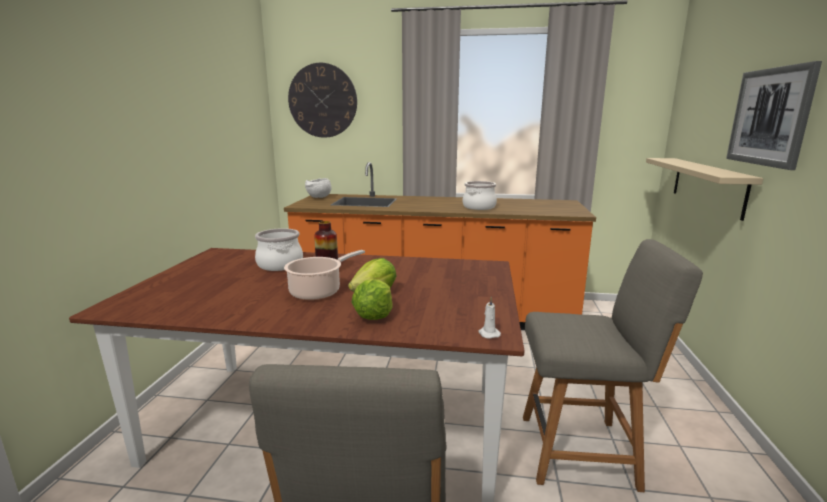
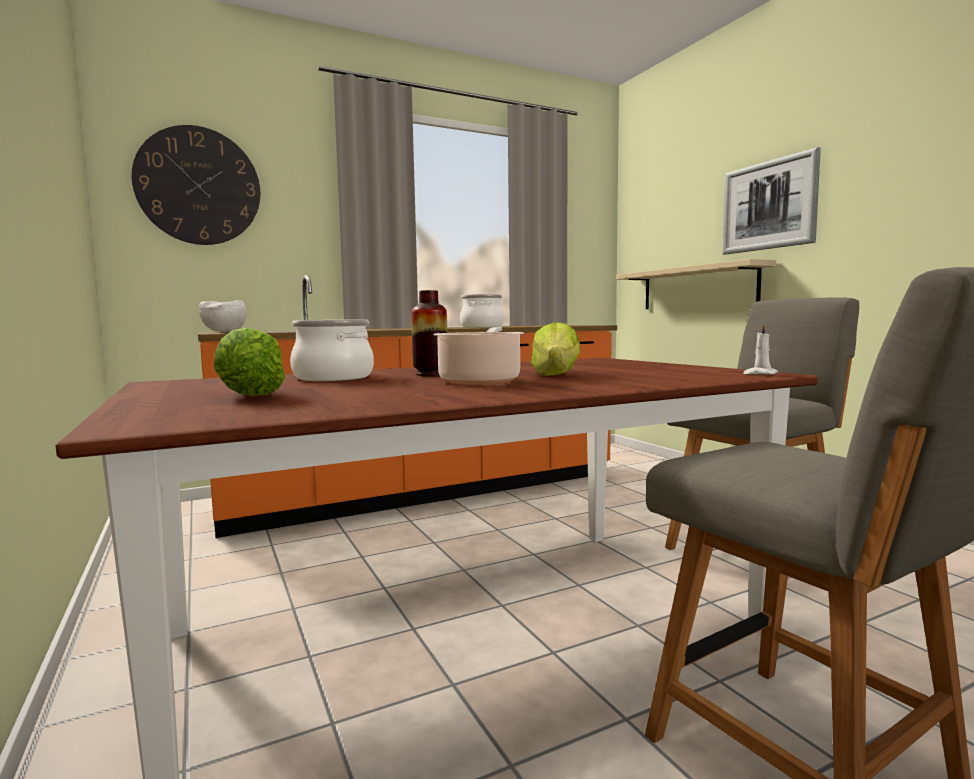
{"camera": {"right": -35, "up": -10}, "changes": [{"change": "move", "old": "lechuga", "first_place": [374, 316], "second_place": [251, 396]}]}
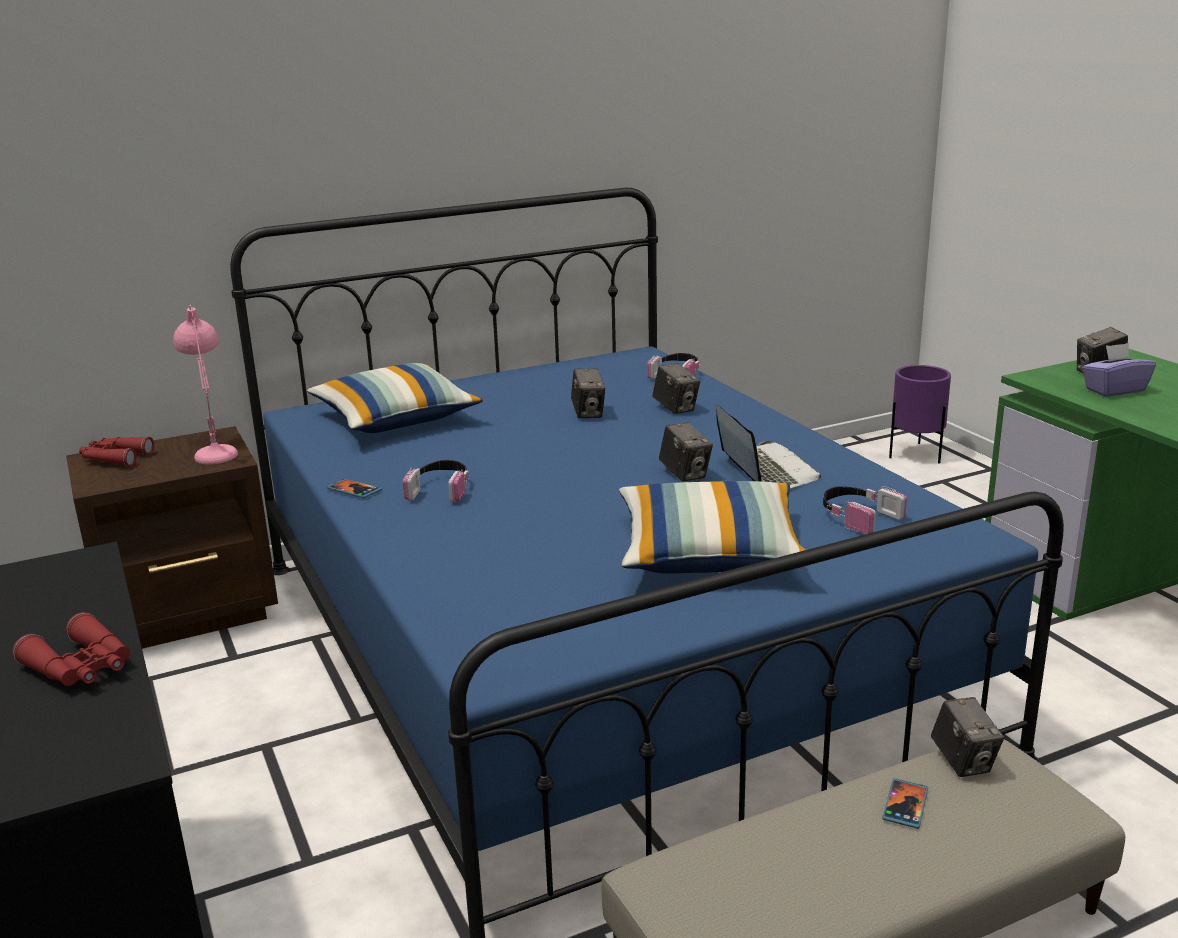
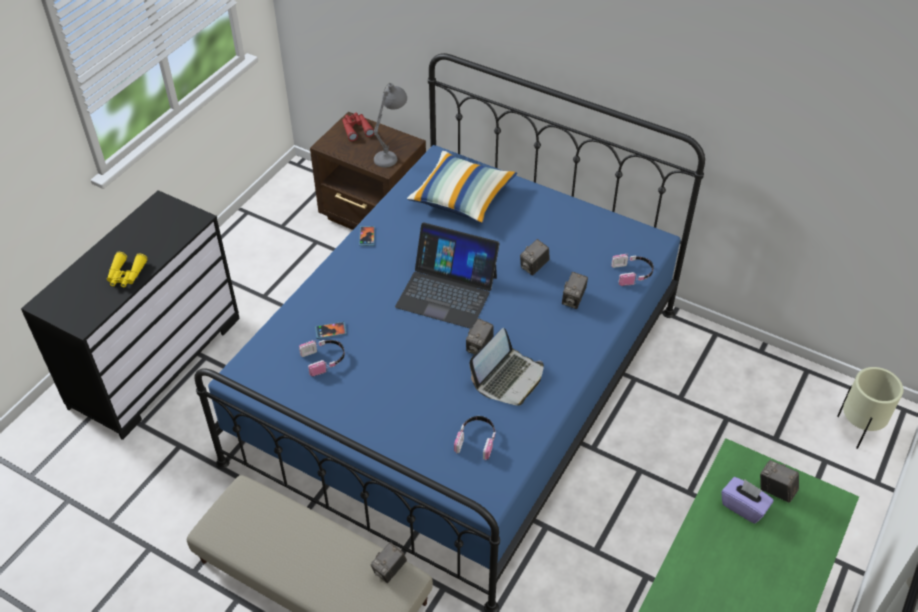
{"camera": {"right": 55, "up": 25}, "changes": [{"change": "recolor", "old": "lámpara de mesa (rosa)", "new": "lámpara de mesa (gris)", "first_place": [215, 450], "second_place": [392, 154]}, {"change": "recolor", "old": "maceta (morado)", "new": "maceta (beis)", "first_place": [915, 455], "second_place": [857, 429]}, {"change": "move", "old": "auriculares", "first_place": [440, 490], "second_place": [324, 359]}, {"change": "delete", "old": "cojín", "first_place": [711, 553]}, {"change": "recolor", "old": "prismáticos (rojo)", "new": "prismáticos (amarillo)", "first_place": [82, 668], "second_place": [126, 275]}, {"change": "move", "old": "móvil", "first_place": [905, 805], "second_place": [331, 331]}, {"change": "insert", "new": "portátil", "second_place": [447, 291]}]}
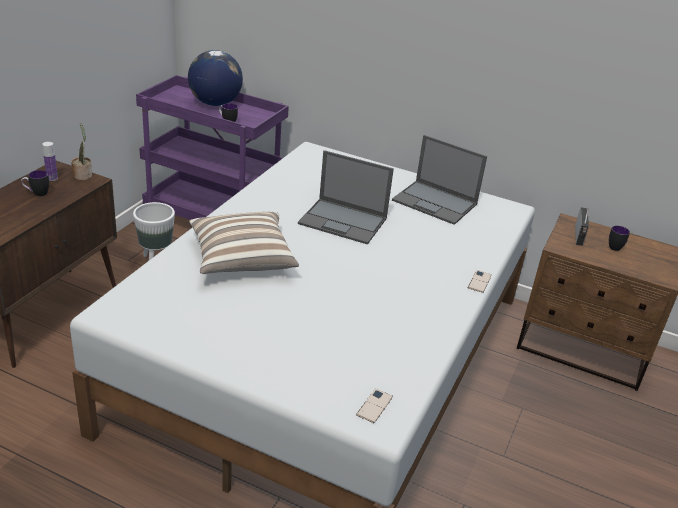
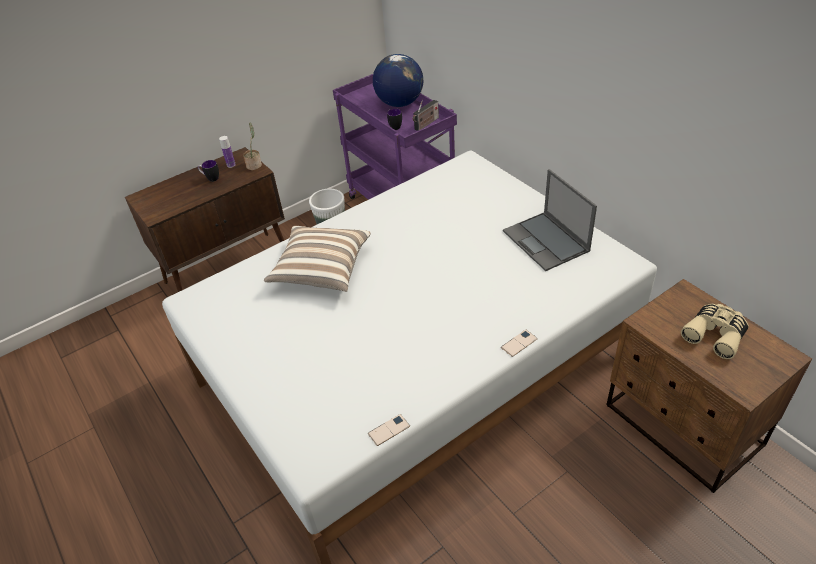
{"camera": {"right": 35, "up": 10}, "changes": [{"change": "delete", "old": "portátil", "first_place": [344, 221]}, {"change": "move", "old": "radio", "first_place": [579, 237], "second_place": [426, 124]}, {"change": "replace", "old": "taza grande", "new": "prismáticos (beis)", "first_place": [614, 246], "second_place": [715, 334]}, {"change": "move", "old": "móvil", "first_place": [374, 406], "second_place": [389, 430]}]}
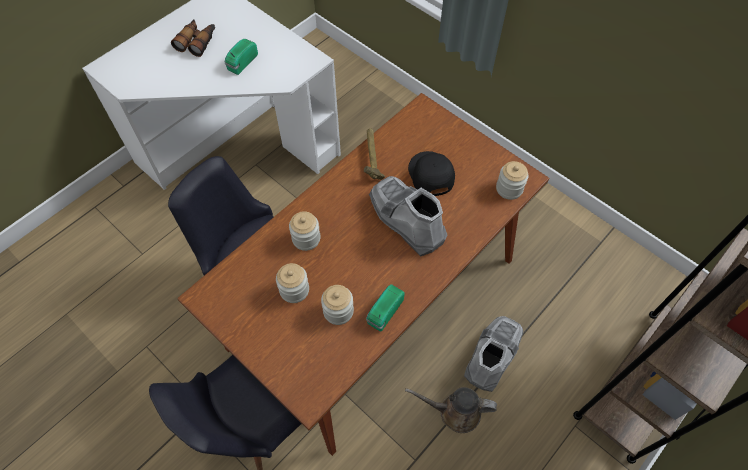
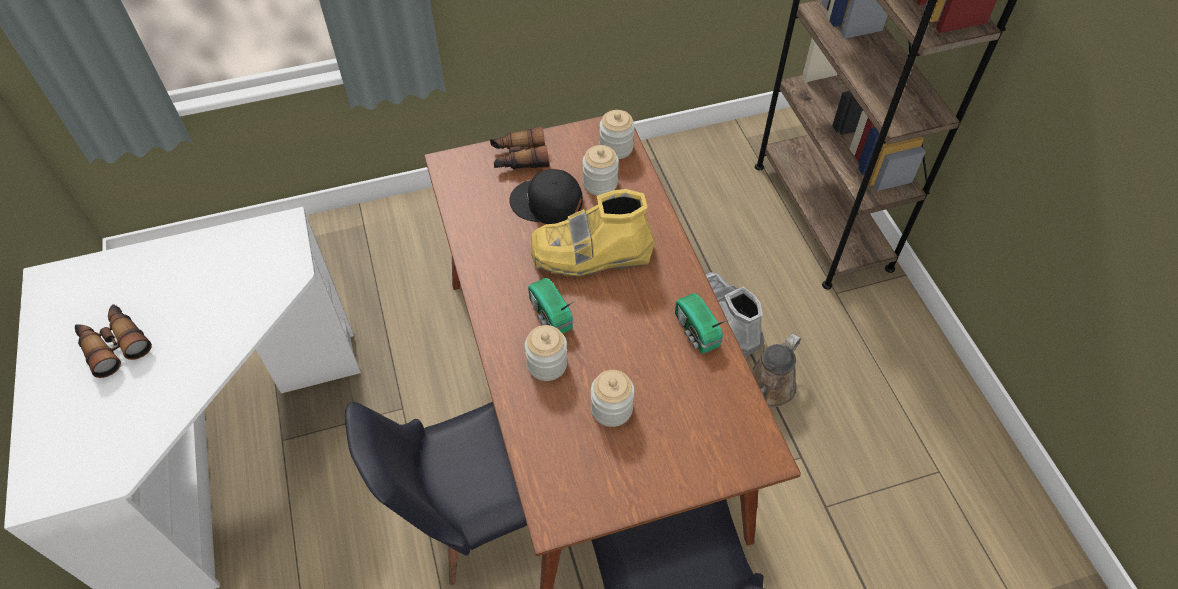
{"camera": {"right": -60, "up": -5}, "changes": [{"change": "move", "old": "radio", "first_place": [241, 63], "second_place": [550, 316]}, {"change": "delete", "old": "martillo", "first_place": [372, 159]}, {"change": "recolor", "old": "bota (gris)", "new": "bota (amarillo)", "first_place": [406, 220], "second_place": [591, 254]}, {"change": "move", "old": "tarro", "first_place": [338, 311], "second_place": [600, 183]}, {"change": "insert", "new": "prismáticos", "second_place": [519, 157]}]}
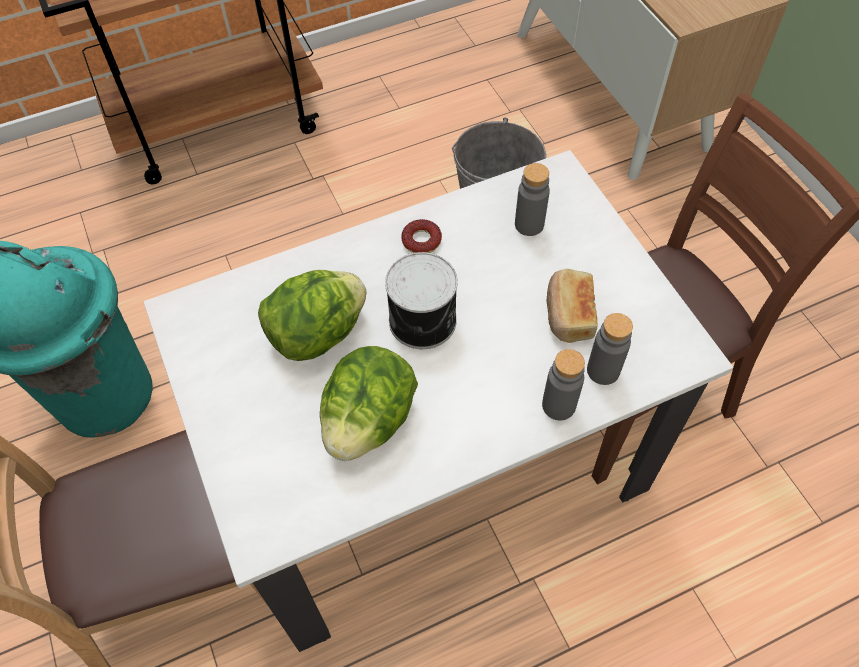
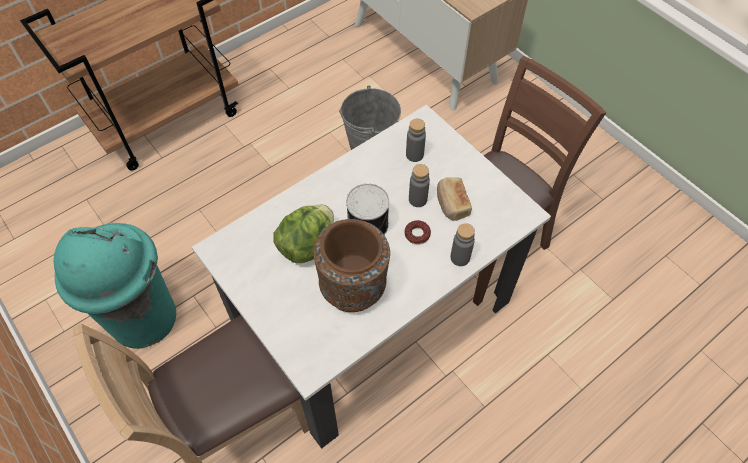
{"camera": {"right": -15, "up": 0}, "changes": [{"change": "move", "old": "rosquilla", "first_place": [421, 240], "second_place": [417, 234]}, {"change": "move", "old": "botella (gris)", "first_place": [603, 370], "second_place": [417, 199]}, {"change": "replace", "old": "lechuga", "new": "florero (marrón)", "first_place": [369, 420], "second_place": [353, 289]}]}
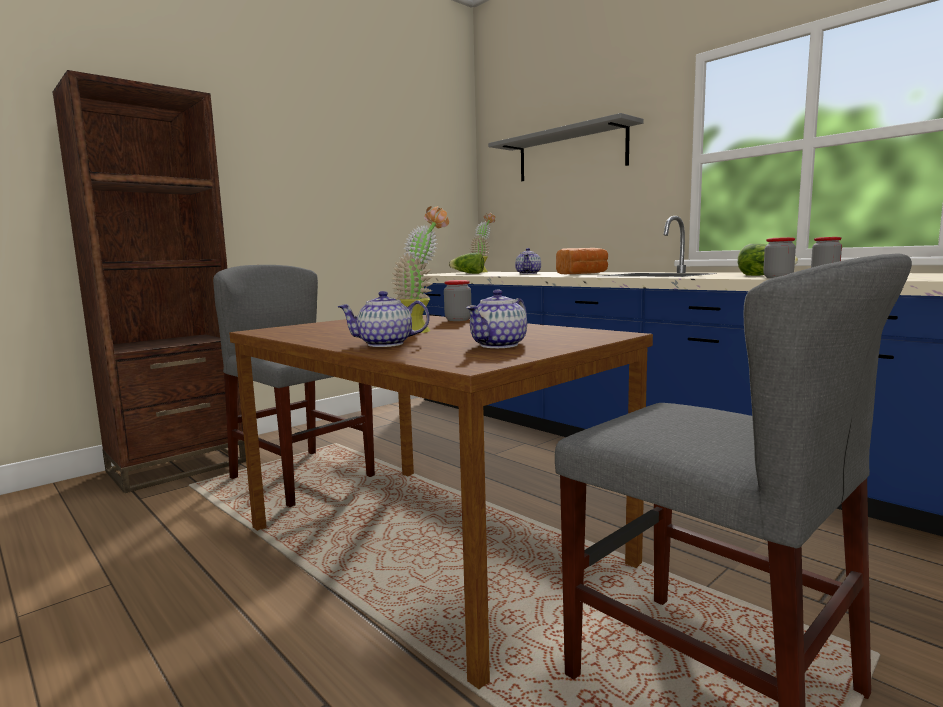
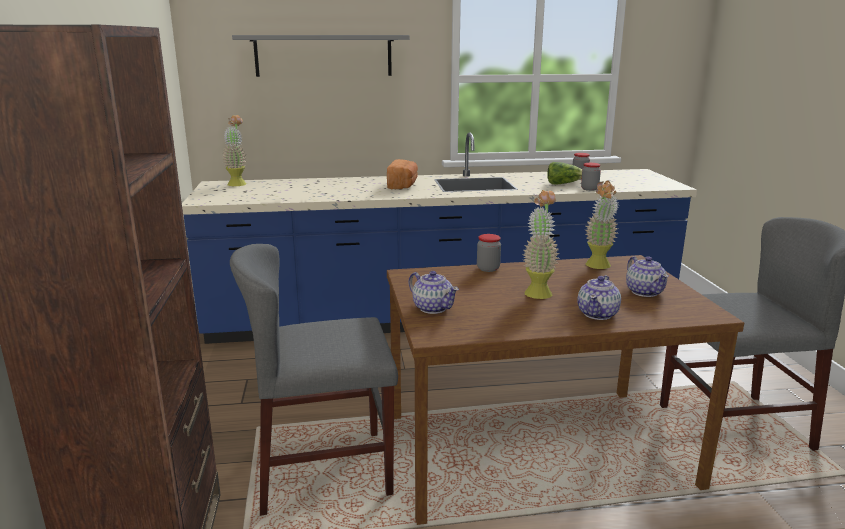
{"camera": {"right": -55, "up": 10}, "changes": [{"change": "move", "old": "tetera", "first_place": [528, 273], "second_place": [433, 308]}, {"change": "delete", "old": "lechuga", "first_place": [468, 273]}, {"change": "insert", "new": "planta en maceta", "second_place": [598, 267]}]}
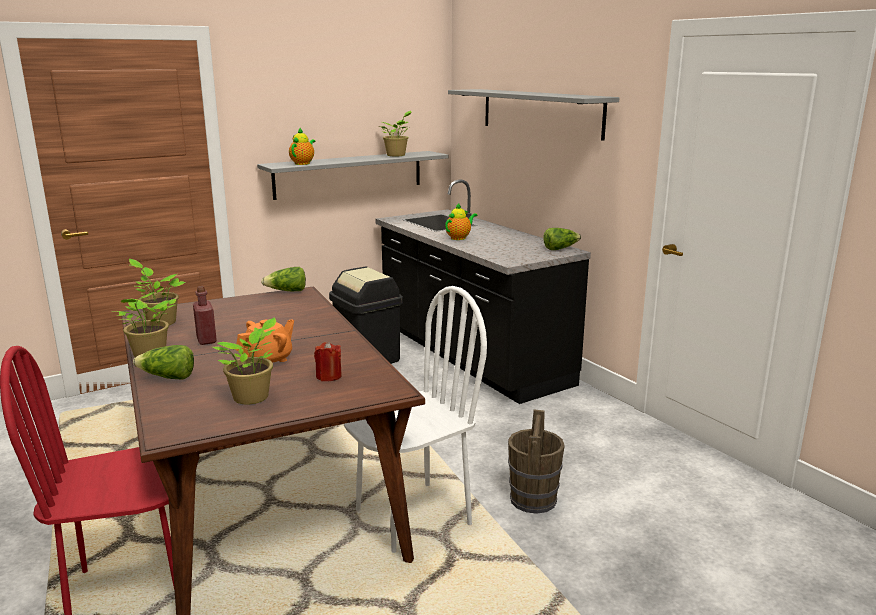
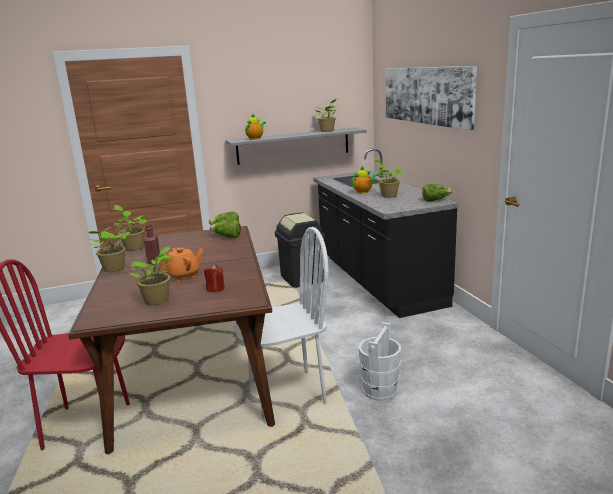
{"camera": {"right": 15, "up": 0}, "changes": [{"change": "replace", "old": "estante (gris)", "new": "cuadro", "first_place": [540, 112], "second_place": [426, 95]}, {"change": "move", "old": "lechuga", "first_place": [167, 377], "second_place": [227, 237]}, {"change": "recolor", "old": "cubo (marrón)", "new": "cubo (blanco)", "first_place": [533, 500], "second_place": [380, 390]}, {"change": "insert", "new": "planta en maceta", "second_place": [387, 195]}]}
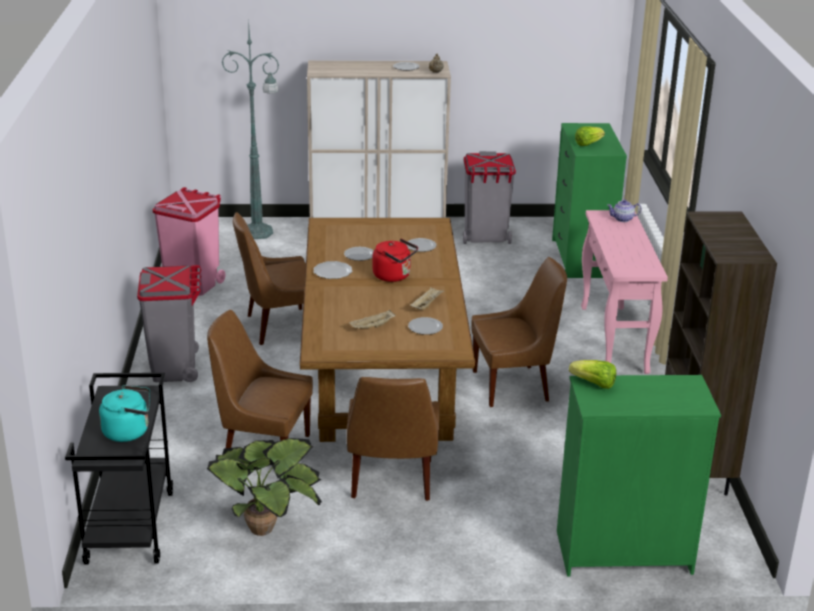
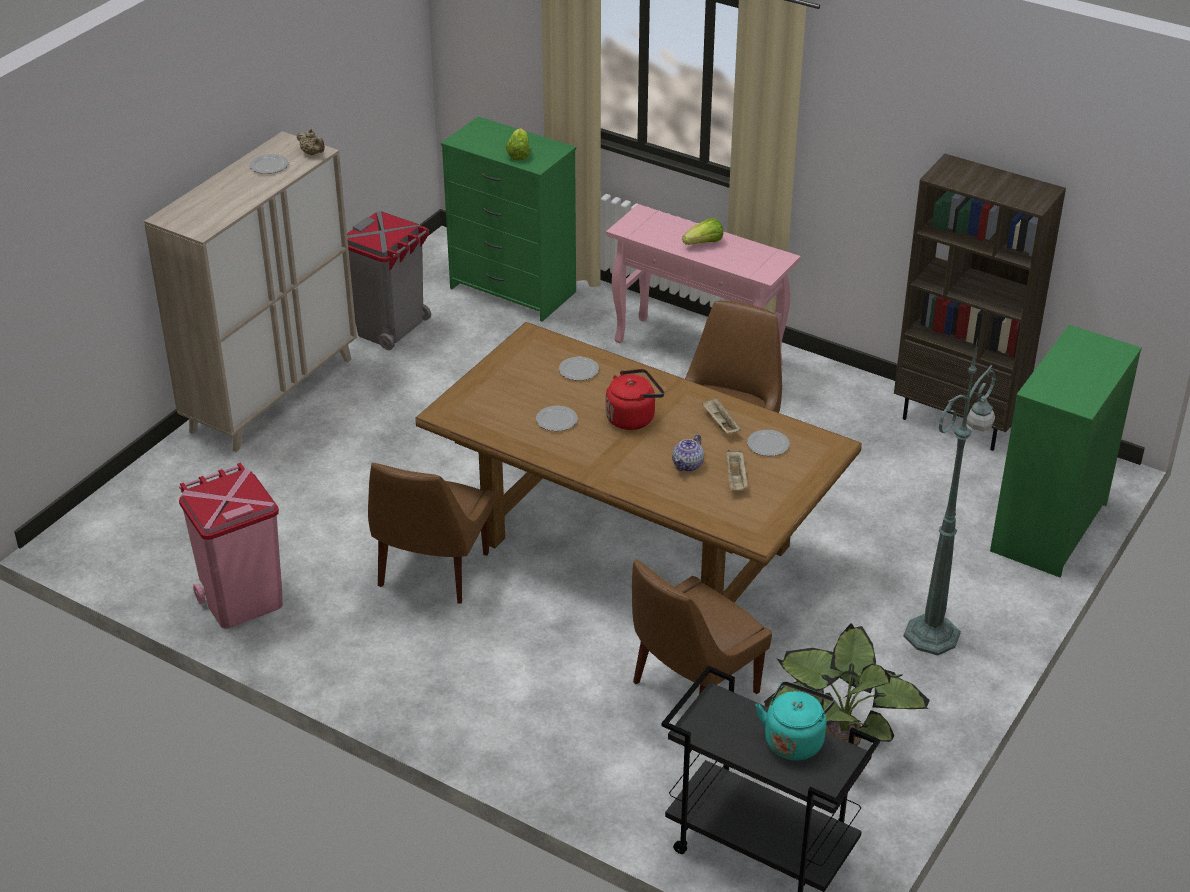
{"camera": {"right": -55, "up": 10}, "changes": [{"change": "move", "old": "lámpara de pie (verde)", "first_place": [259, 232], "second_place": [933, 633]}, {"change": "move", "old": "tetera", "first_place": [623, 219], "second_place": [688, 465]}, {"change": "delete", "old": "plato", "first_place": [332, 272]}, {"change": "delete", "old": "papelera (gris)", "first_place": [175, 368]}, {"change": "move", "old": "lechuga", "first_place": [594, 384], "second_place": [704, 243]}, {"change": "delete", "old": "silla (marrón)", "first_place": [391, 481]}]}
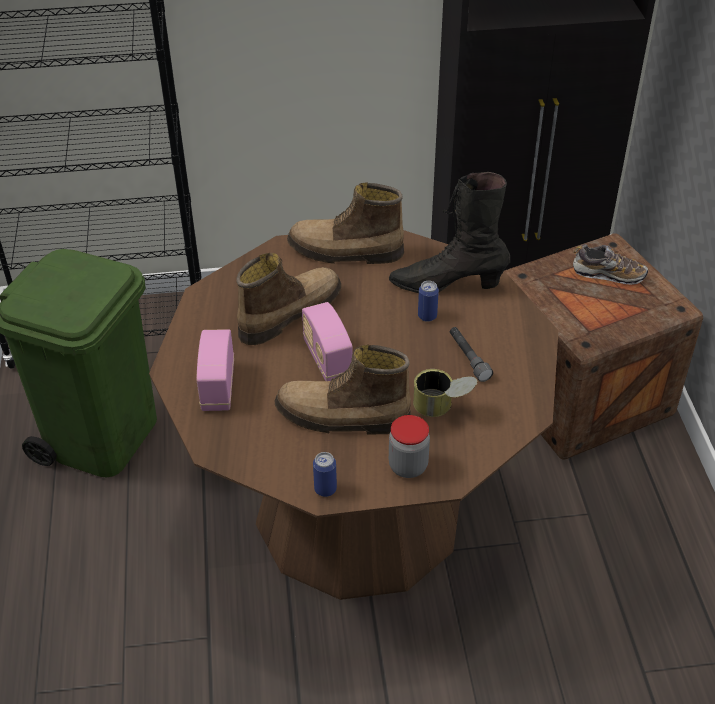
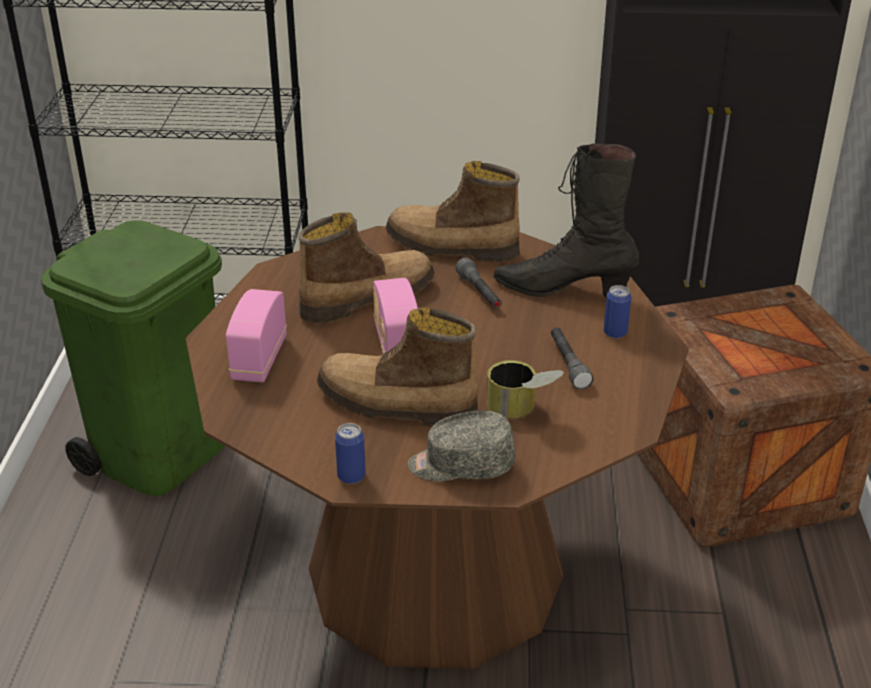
{"camera": {"right": 10, "up": -10}, "changes": [{"change": "delete", "old": "zapato", "first_place": [608, 274]}, {"change": "move", "old": "lata", "first_place": [427, 316], "second_place": [615, 333]}, {"change": "replace", "old": "tarro", "new": "gorra (gris)", "first_place": [408, 466], "second_place": [461, 465]}, {"change": "insert", "new": "linterna (gris)", "second_place": [479, 292]}]}
